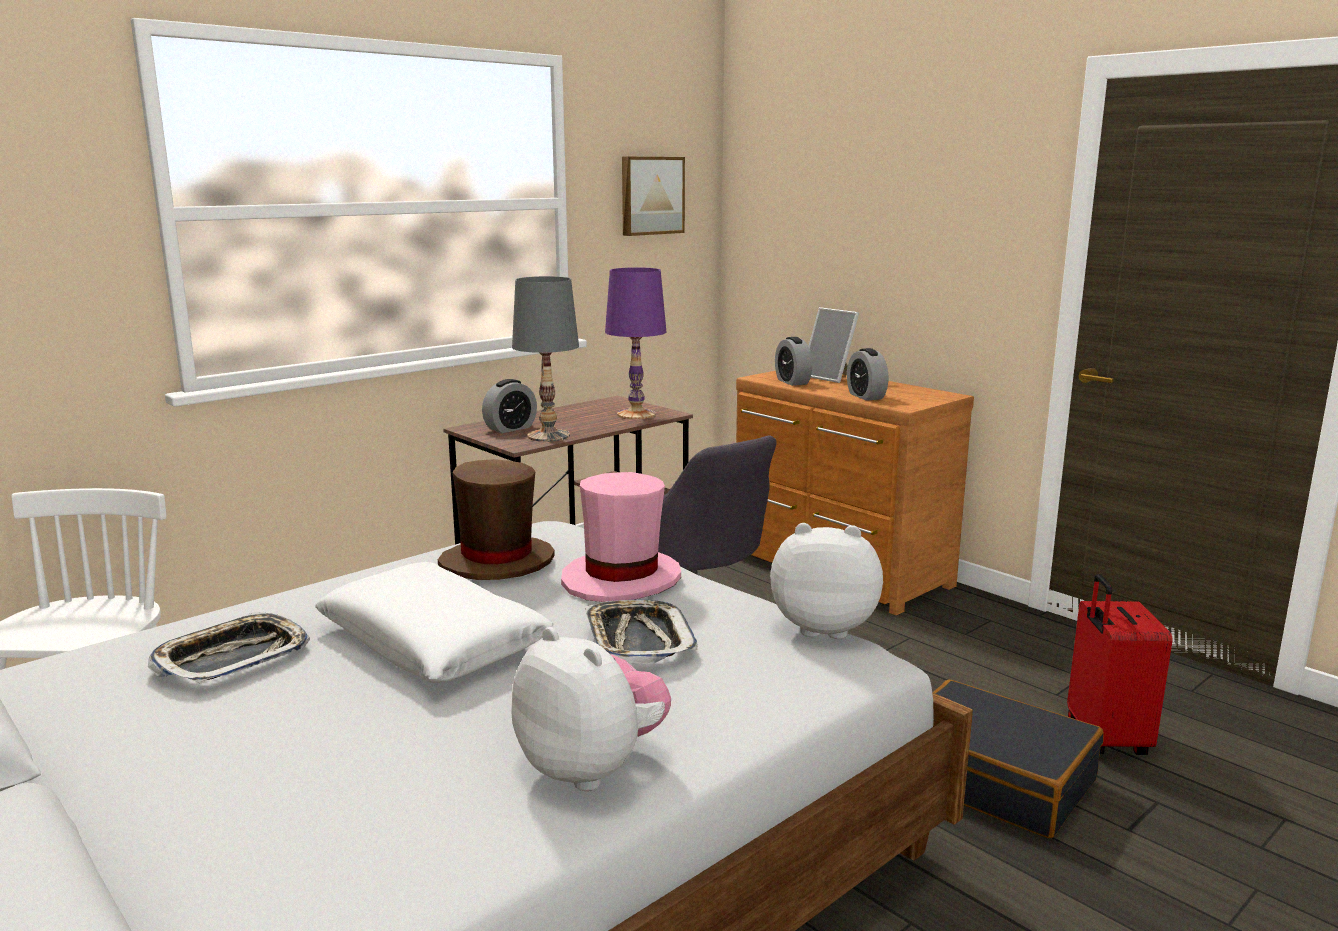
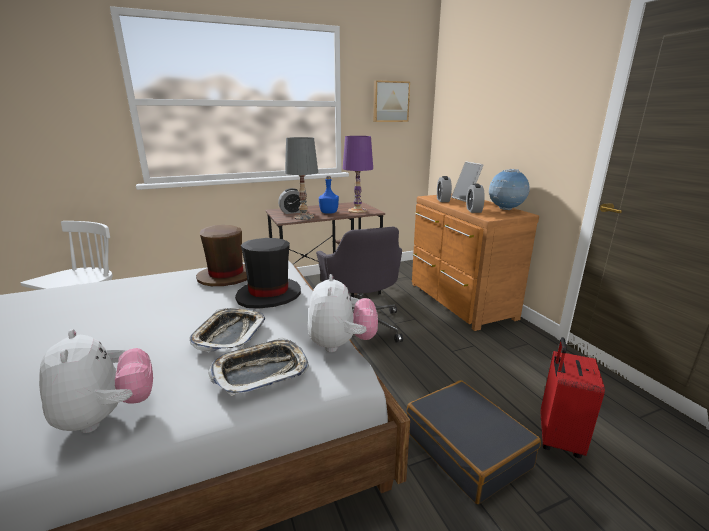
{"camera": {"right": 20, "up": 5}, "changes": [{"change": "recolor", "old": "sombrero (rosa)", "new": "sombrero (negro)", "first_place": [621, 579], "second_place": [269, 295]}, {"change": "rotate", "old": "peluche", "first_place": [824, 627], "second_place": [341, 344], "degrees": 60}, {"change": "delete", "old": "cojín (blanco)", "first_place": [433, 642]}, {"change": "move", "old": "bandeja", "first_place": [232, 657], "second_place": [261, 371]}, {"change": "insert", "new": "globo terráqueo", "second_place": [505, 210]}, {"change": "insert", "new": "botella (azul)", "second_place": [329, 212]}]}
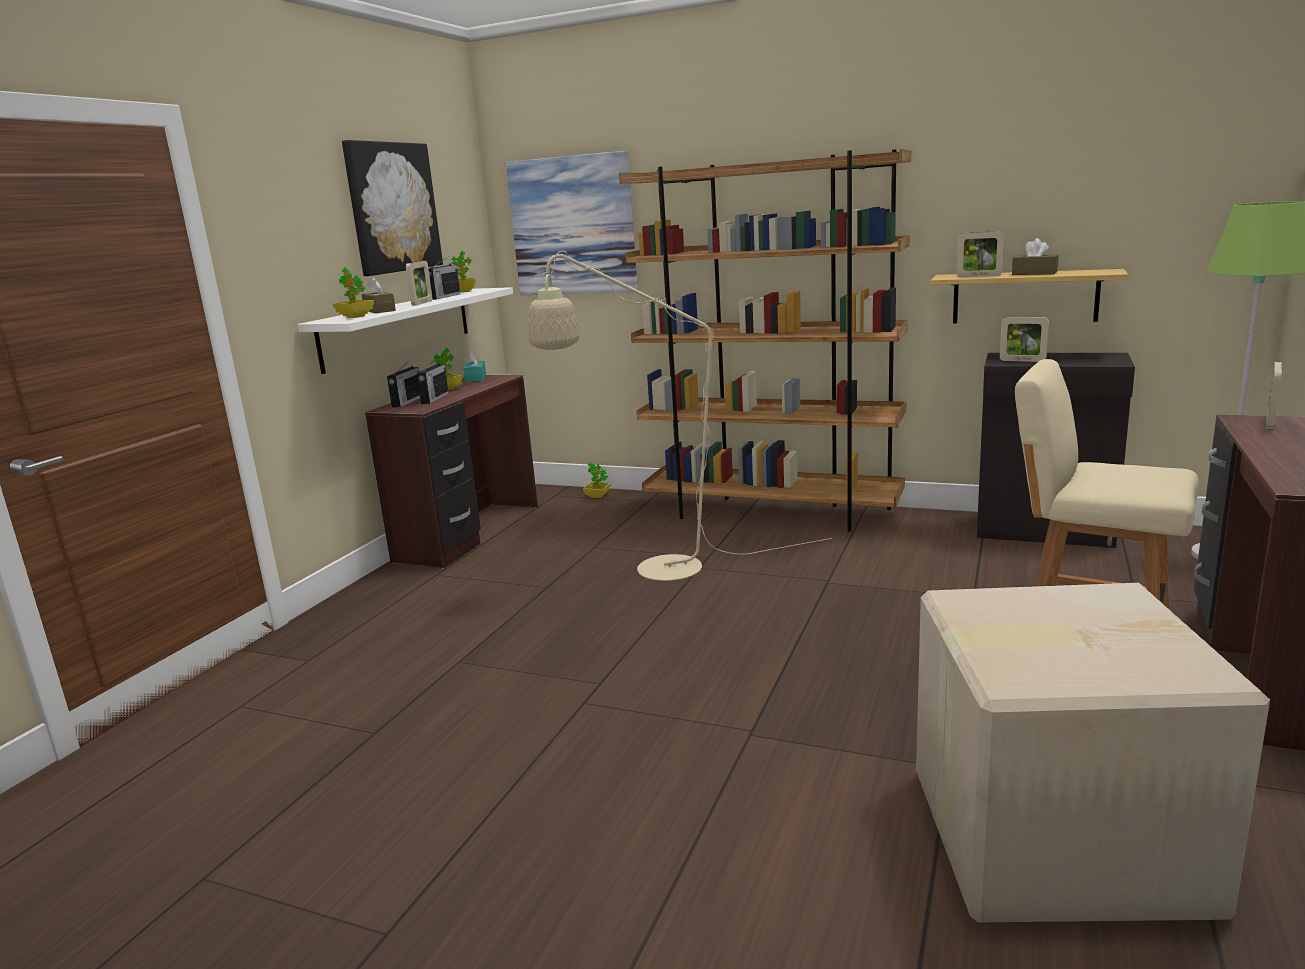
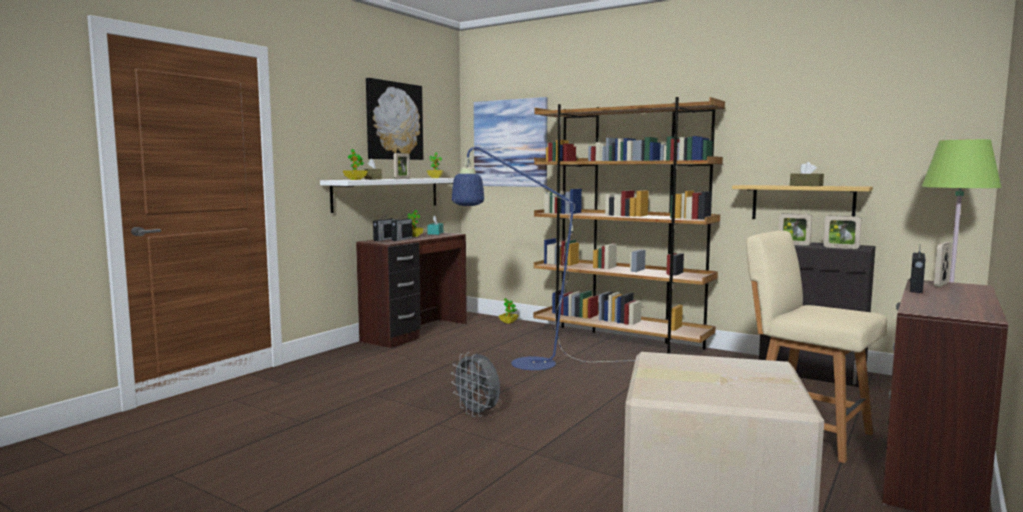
{"camera": {"right": 10, "up": -10}, "changes": [{"change": "move", "old": "portarretratos", "first_place": [979, 276], "second_place": [841, 248]}, {"change": "recolor", "old": "lámpara de pie (beis)", "new": "lámpara de pie (azul)", "first_place": [652, 571], "second_place": [521, 364]}, {"change": "move", "old": "radio", "first_place": [444, 297], "second_place": [915, 288]}, {"change": "insert", "new": "ventilador (gris)", "second_place": [477, 413]}]}
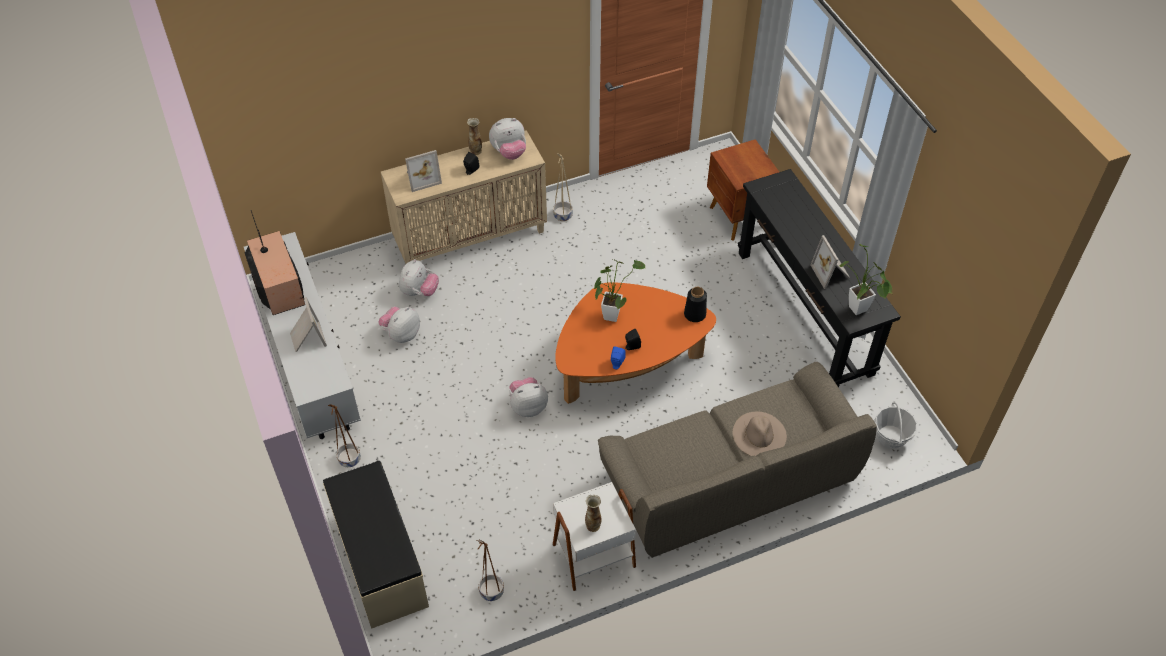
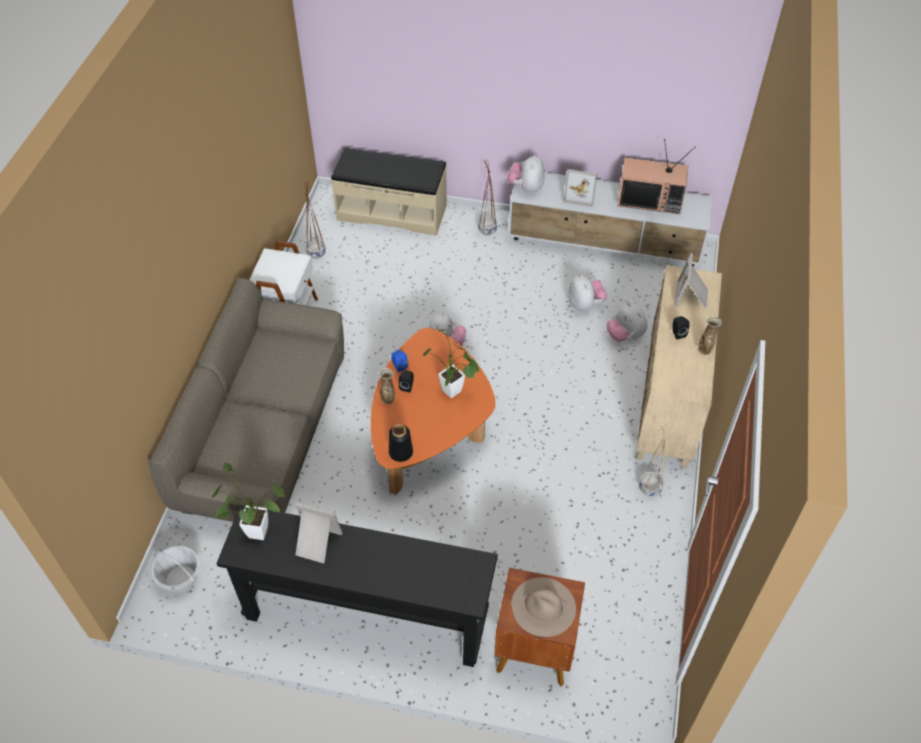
{"camera": {"right": 125, "up": 0}, "changes": [{"change": "move", "old": "peluche", "first_place": [509, 152], "second_place": [526, 187]}, {"change": "move", "old": "sombrero (beis)", "first_place": [759, 434], "second_place": [543, 607]}, {"change": "move", "old": "florero", "first_place": [593, 525], "second_place": [388, 399]}]}
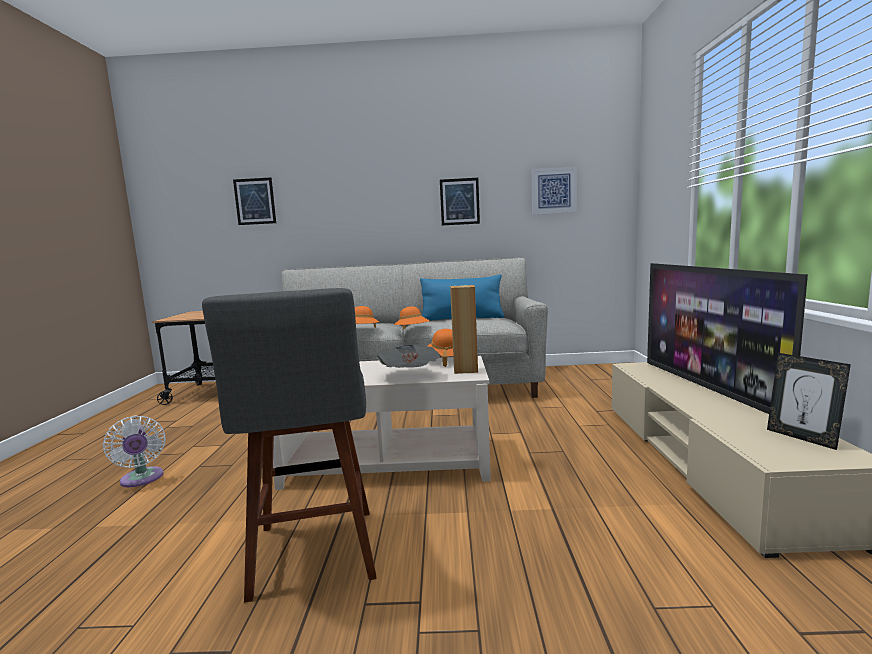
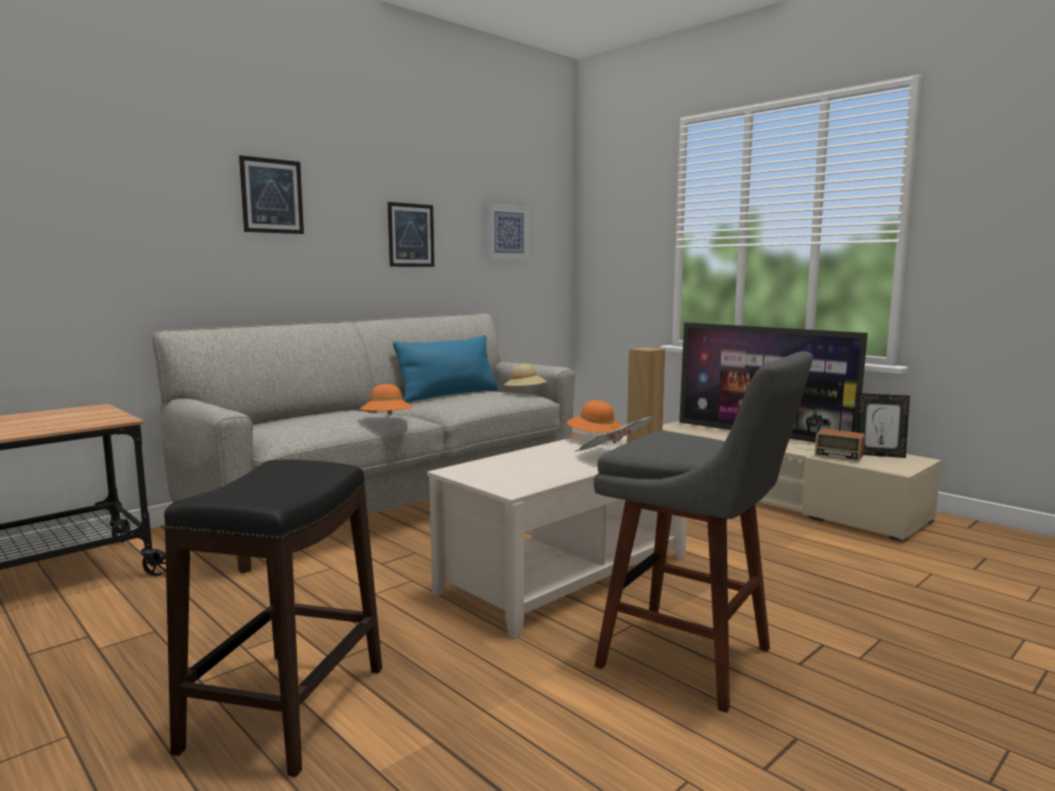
{"camera": {"right": -45, "up": 0}, "changes": [{"change": "move", "old": "cuadro", "first_place": [255, 201], "second_place": [272, 196]}, {"change": "delete", "old": "sombrero (naranja)", "first_place": [412, 331]}, {"change": "replace", "old": "ventilador (blanco)", "new": "taburete (negro)", "first_place": [142, 479], "second_place": [285, 708]}, {"change": "insert", "new": "sombrero (beis)", "second_place": [525, 393]}, {"change": "insert", "new": "radio", "second_place": [819, 451]}]}
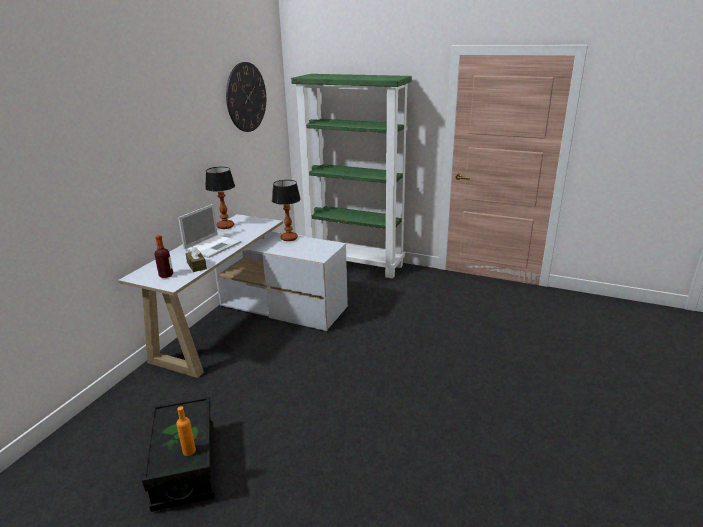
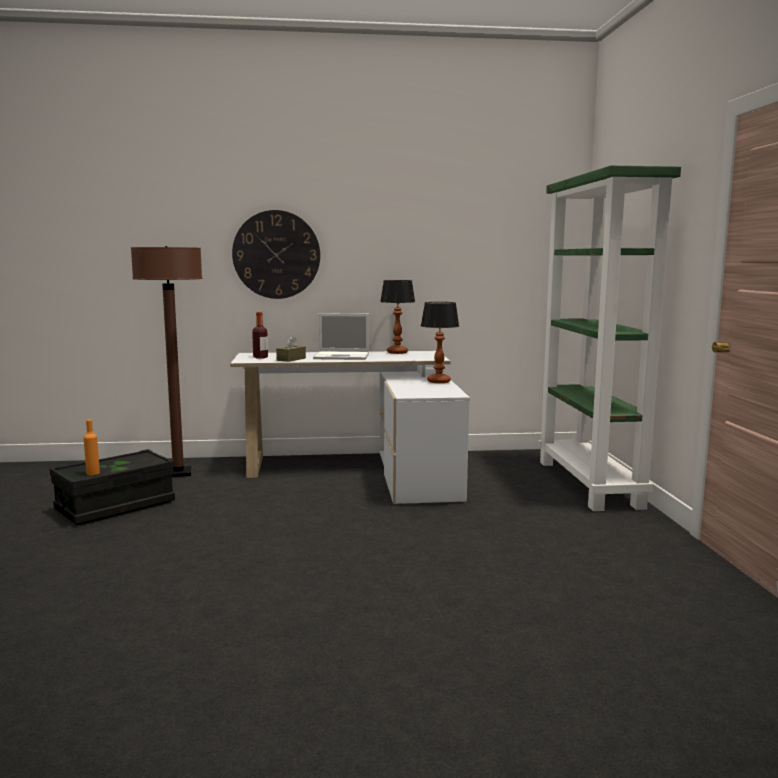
{"camera": {"right": 60, "up": -15}, "changes": [{"change": "move", "old": "reloj de pared", "first_place": [246, 97], "second_place": [276, 254]}, {"change": "insert", "new": "lámpara de pie (marrón)", "second_place": [178, 473]}]}
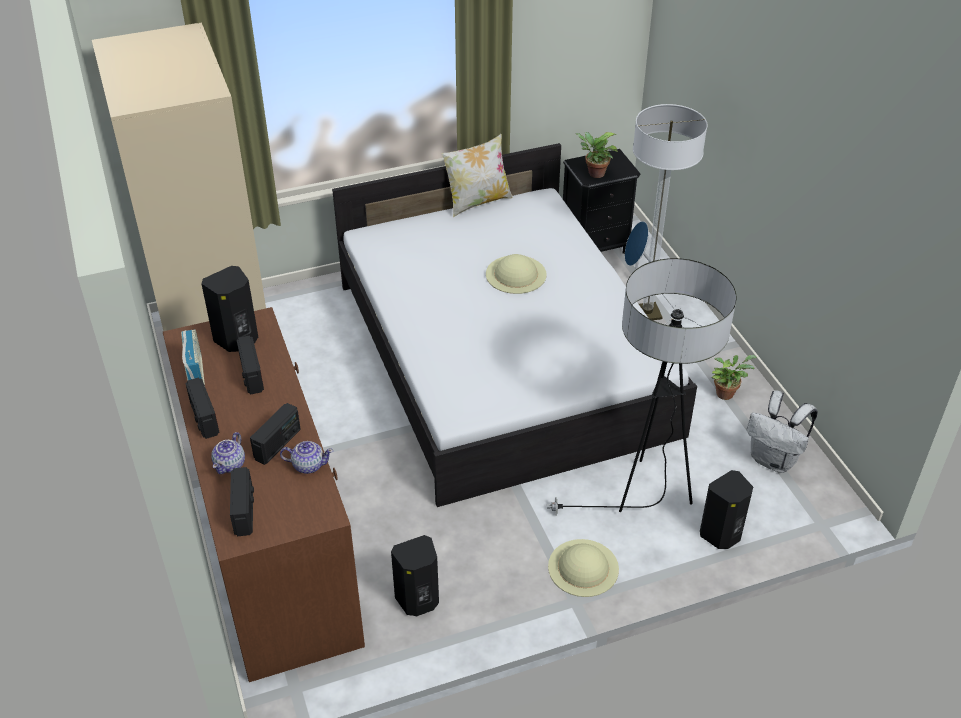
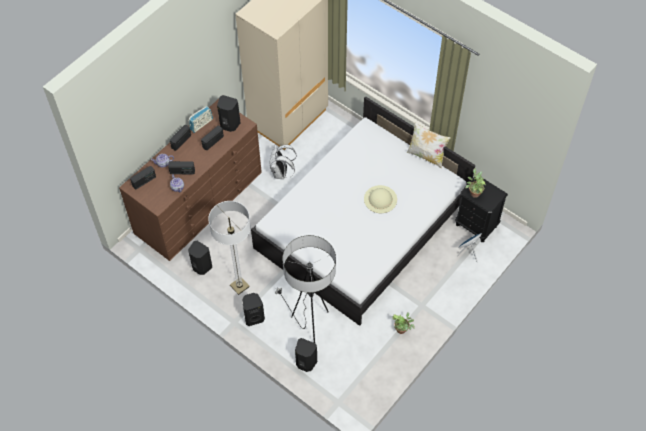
{"camera": {"right": 60, "up": 15}, "changes": [{"change": "move", "old": "lámpara de pie", "first_place": [647, 313], "second_place": [239, 286]}, {"change": "move", "old": "mochila (blanco)", "first_place": [774, 460], "second_place": [281, 173]}, {"change": "replace", "old": "sombrero (beis)", "new": "altavoz (negro)", "first_place": [583, 567], "second_place": [254, 317]}]}
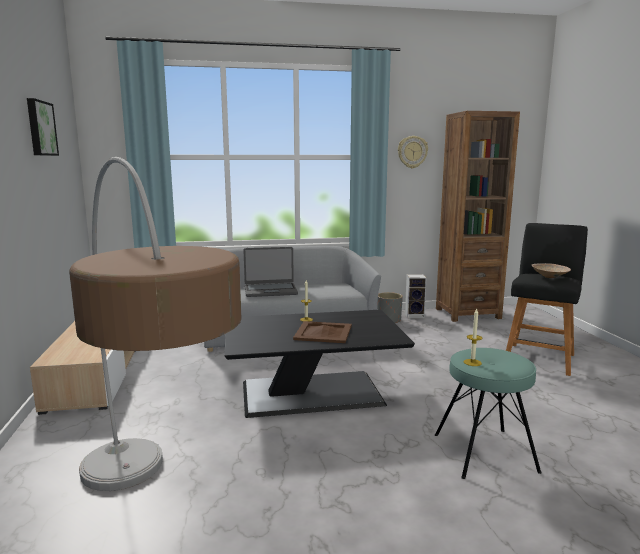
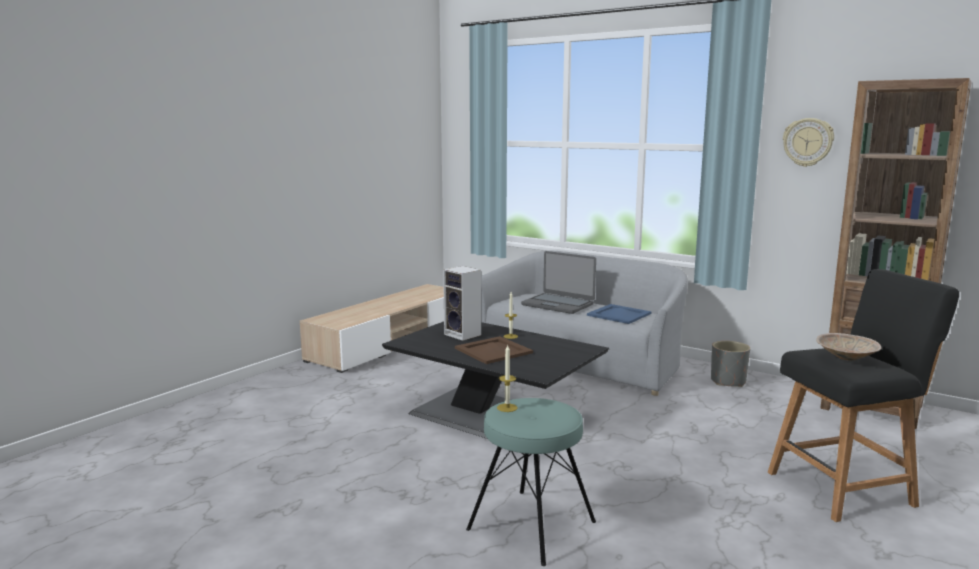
{"camera": {"right": 45, "up": 0}, "changes": [{"change": "delete", "old": "cuadro", "first_place": [40, 128]}, {"change": "delete", "old": "lámpara de pie", "first_place": [153, 530]}, {"change": "move", "old": "altavoz", "first_place": [415, 315], "second_place": [464, 335]}, {"change": "insert", "new": "bandeja (azul)", "second_place": [619, 314]}]}
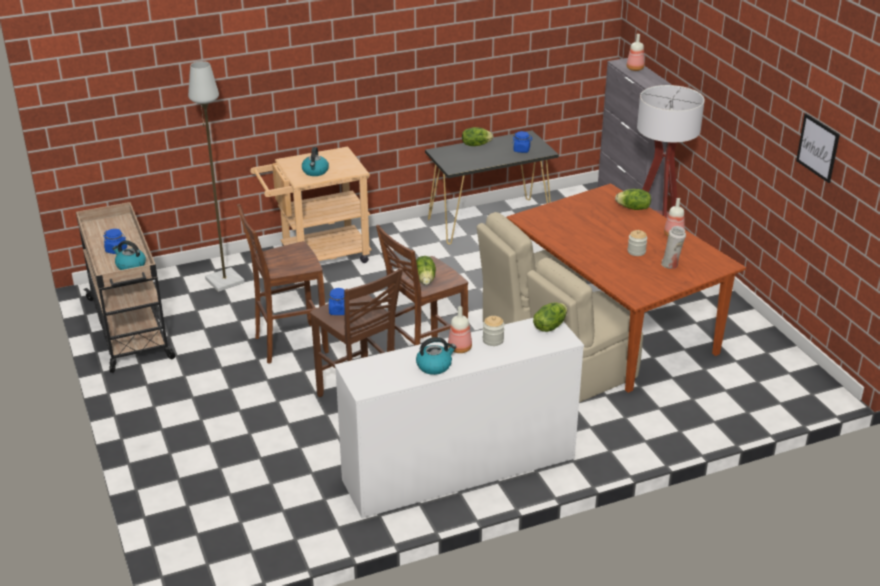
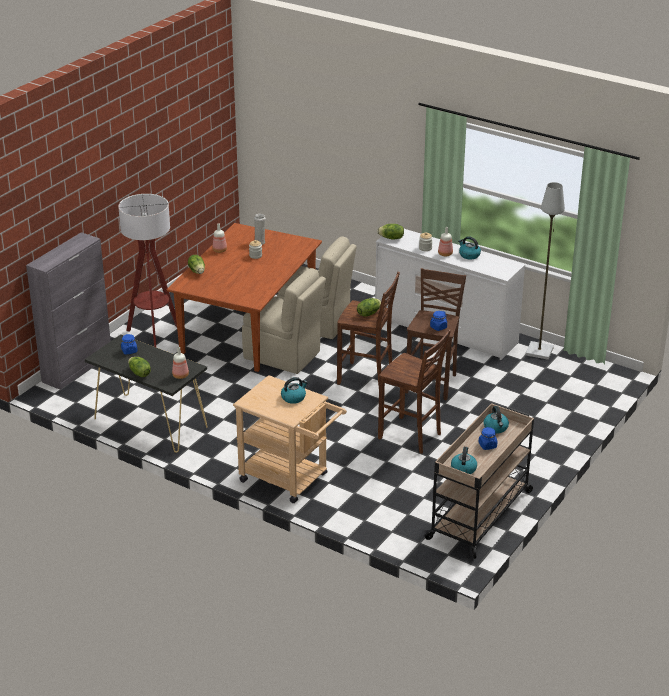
{"camera": {"right": -125, "up": 0}, "changes": [{"change": "move", "old": "botella", "first_place": [635, 69], "second_place": [181, 375]}, {"change": "move", "old": "lámpara de pie (gris)", "first_place": [224, 281], "second_place": [539, 351]}, {"change": "delete", "old": "cuadro", "first_place": [818, 147]}, {"change": "insert", "new": "hervidor", "second_place": [463, 468]}]}
